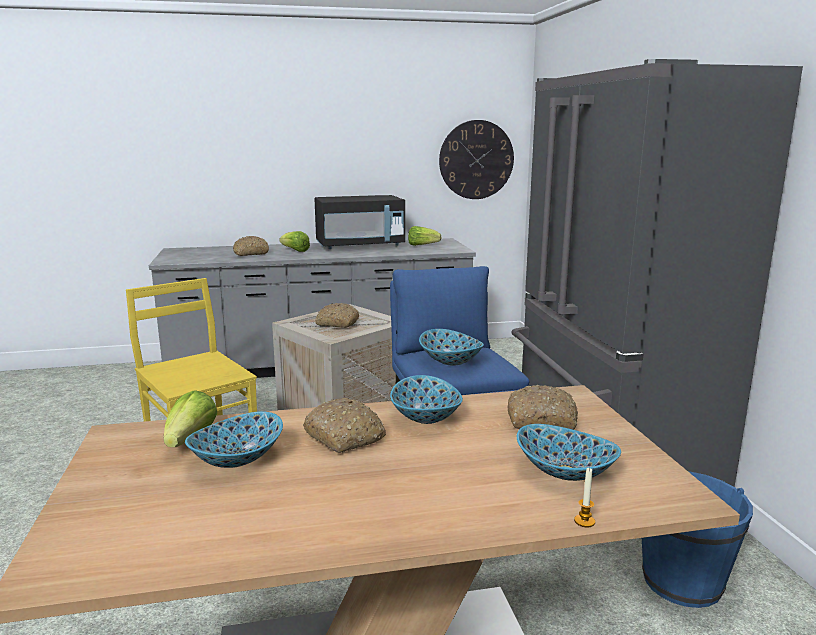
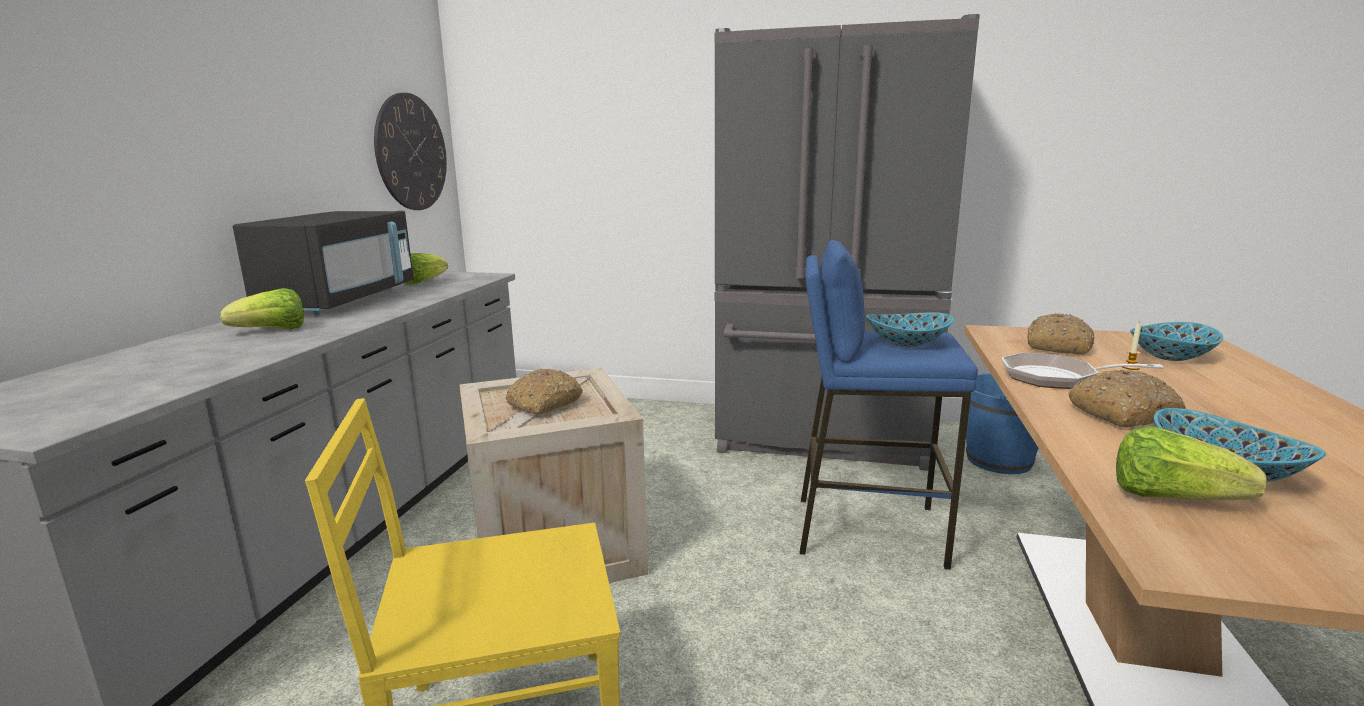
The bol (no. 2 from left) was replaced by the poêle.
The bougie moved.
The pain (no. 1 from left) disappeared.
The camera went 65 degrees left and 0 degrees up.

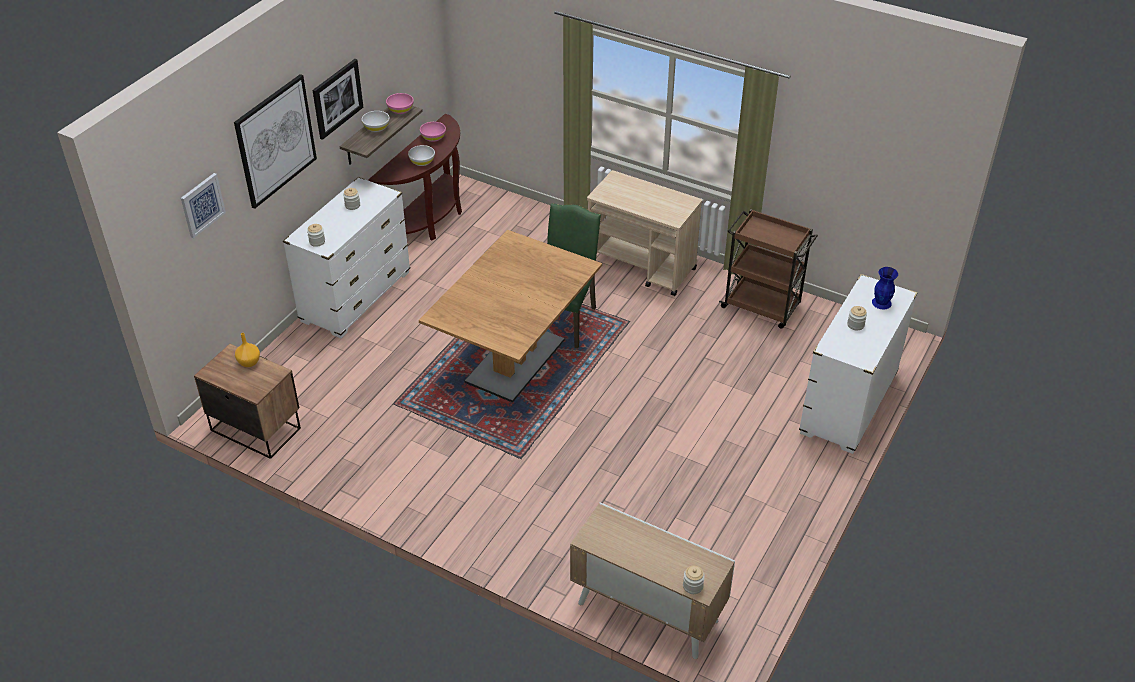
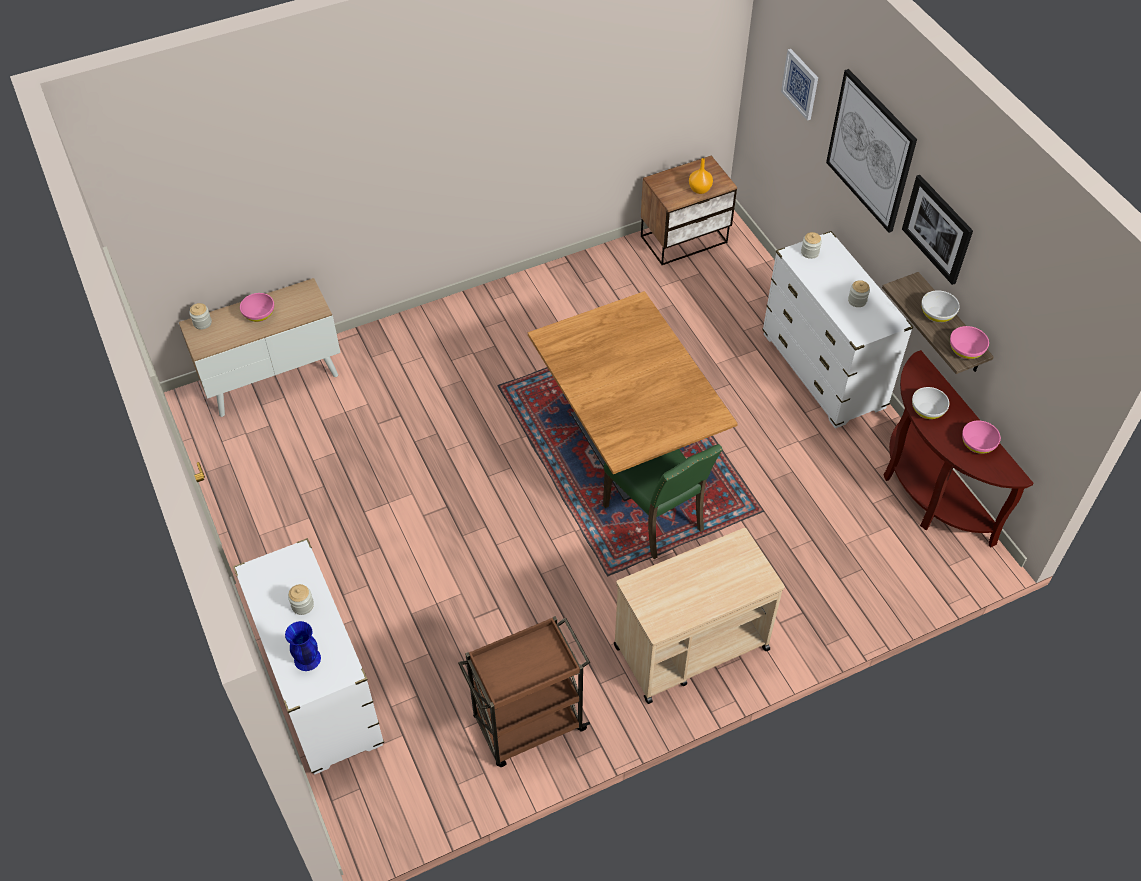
The bol/rose (no. 1 from left) appeared.
The camera went 125 degrees right and 10 degrees up.

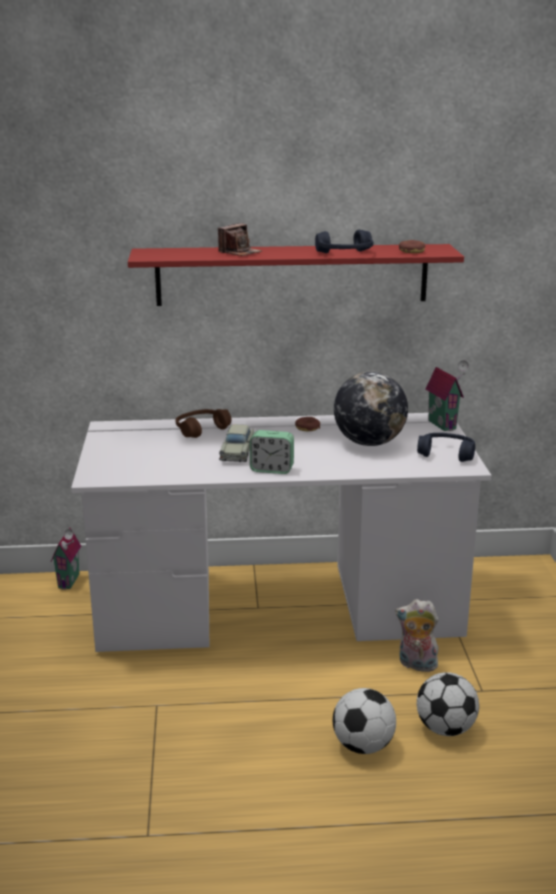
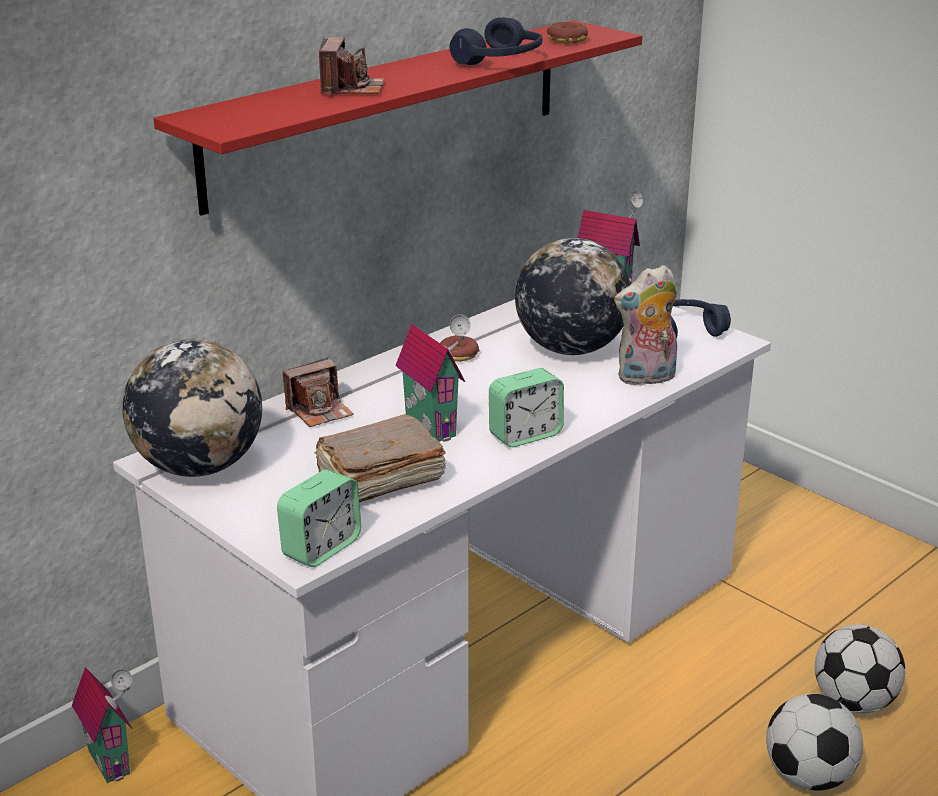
The globe (no. 1 from left) appeared.
The réveil (no. 1 from left) appeared.
The casque audio/marron was replaced by the appareil photo (no. 1 from left).
The livre/marron appeared.
The petite voiture/beige was replaced by the maison miniature (no. 2 from left).
The peluche moved.
The camera went 40 degrees left and 5 degrees up.

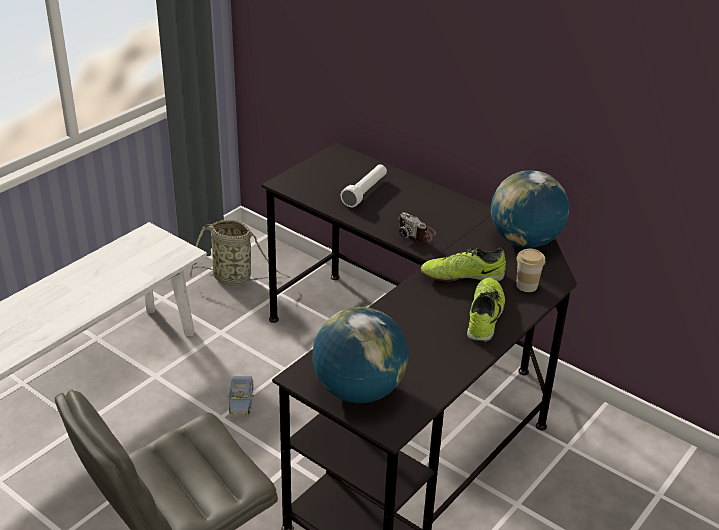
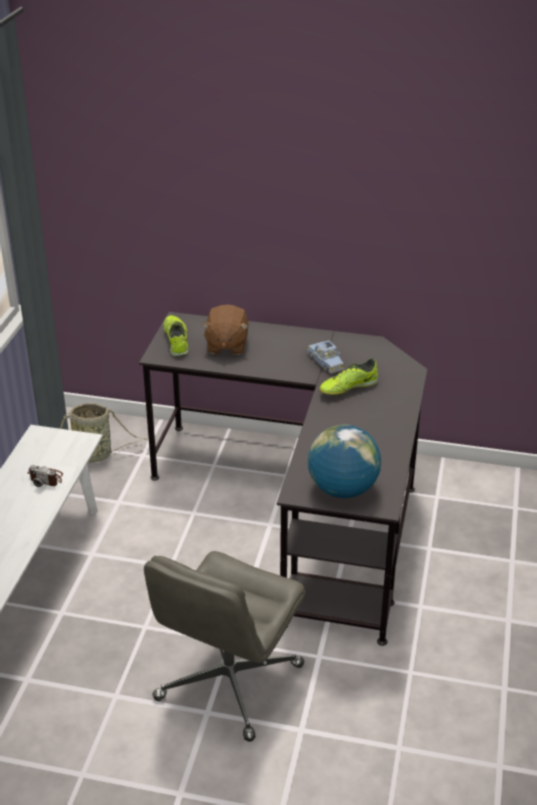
The appareil photo moved.
The chaussure (no. 2 from left in the first image) moved.
The lampe de poche/blanc was replaced by the peluche/marron.
The petite voiture/bleu moved.
The globe (no. 2 from left) disappeared.
The tasse disappeared.
The camera went 25 degrees left and 0 degrees up.

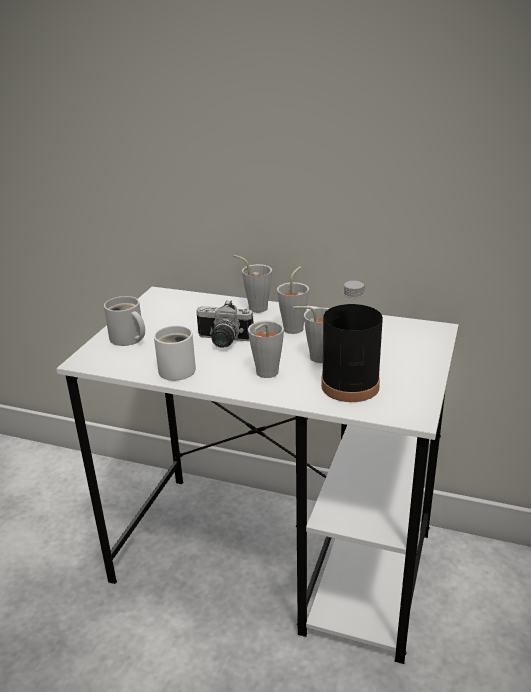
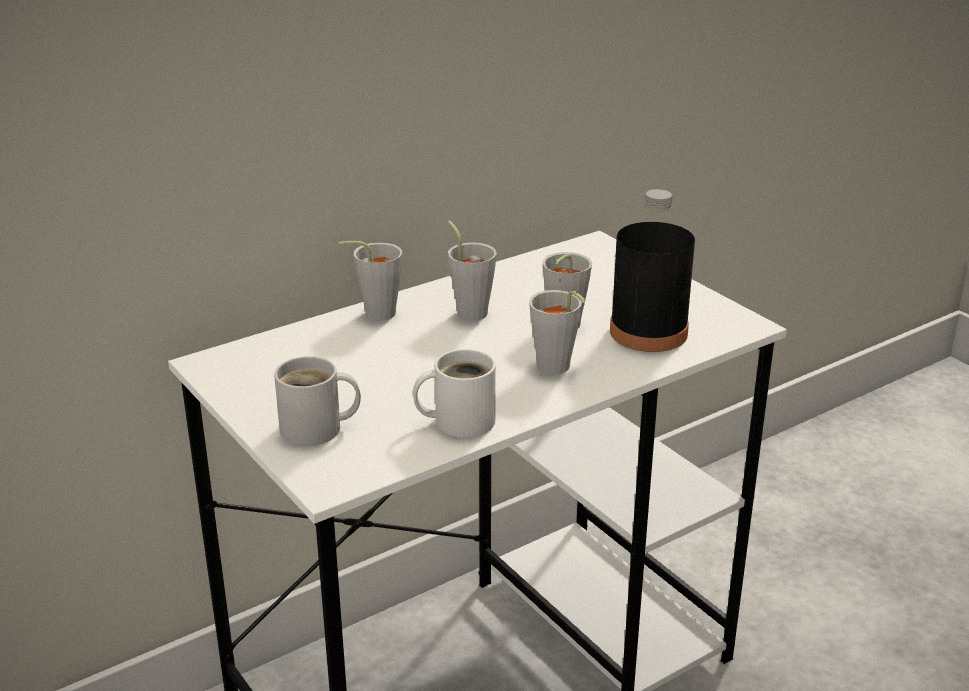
The appareil photo disappeared.
The camera went 55 degrees left and 0 degrees up.

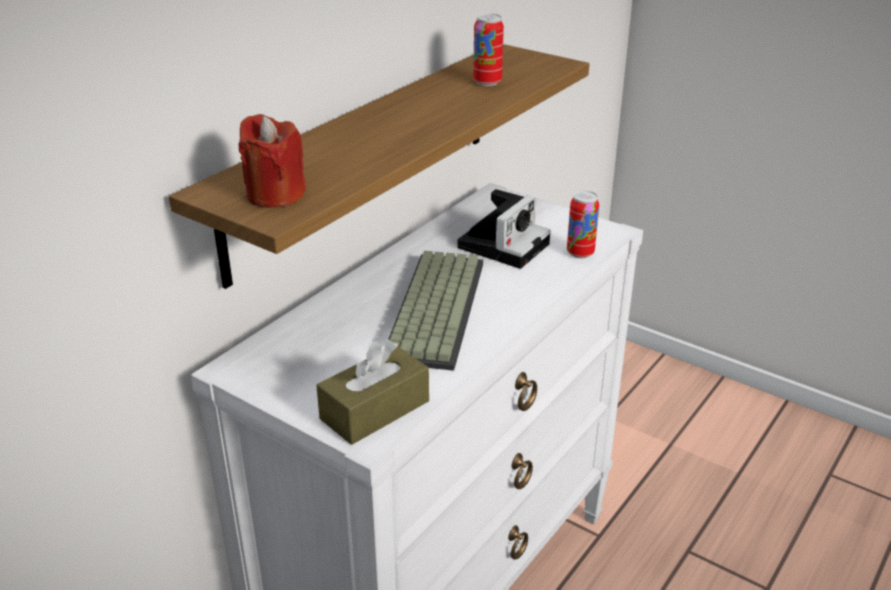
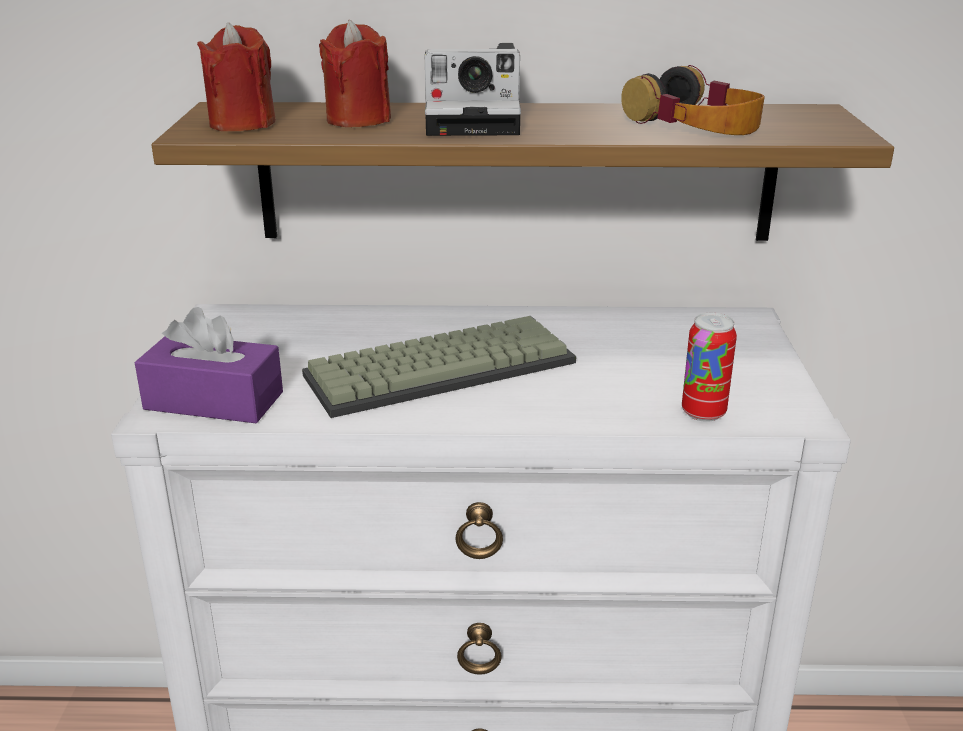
The boîte à mouchoirs/marron became the boîte à mouchoirs/violet.
The bougie/rouge (no. 2 from left) appeared.
The appareil photo moved.
The boîte métallique (no. 1 from left) was replaced by the casque audio.
The camera went 55 degrees right and 5 degrees down.

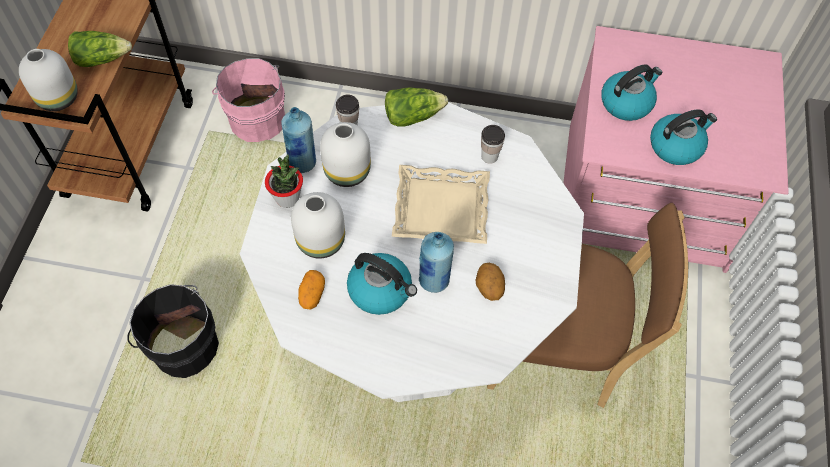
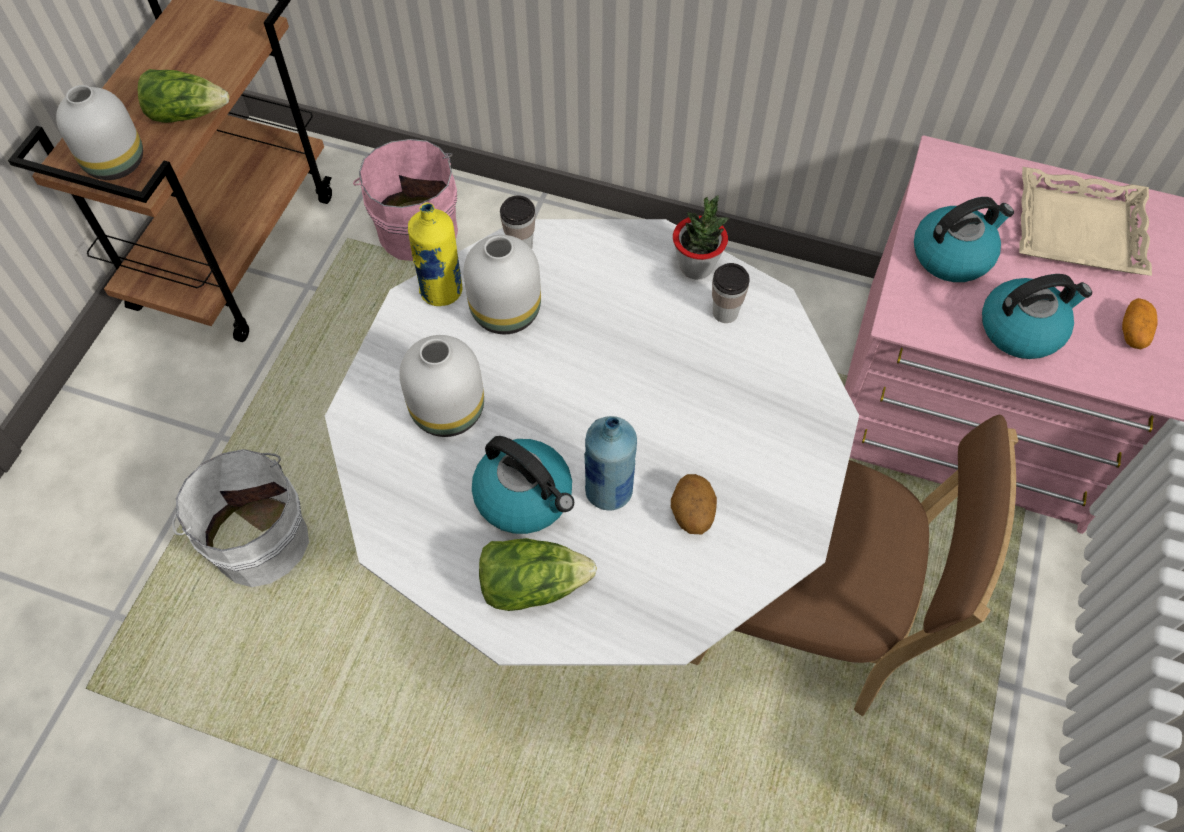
The seau/noir became the seau/blanc.
The bouteille/bleu (no. 1 from left) became the bouteille/jaune.
The laitue (no. 2 from left) moved.
The plante en pot moved.
The plateau/beige moved.
The pomme de terre (no. 1 from left in the first image) moved.
The camera went 10 degrees right and 0 degrees up.

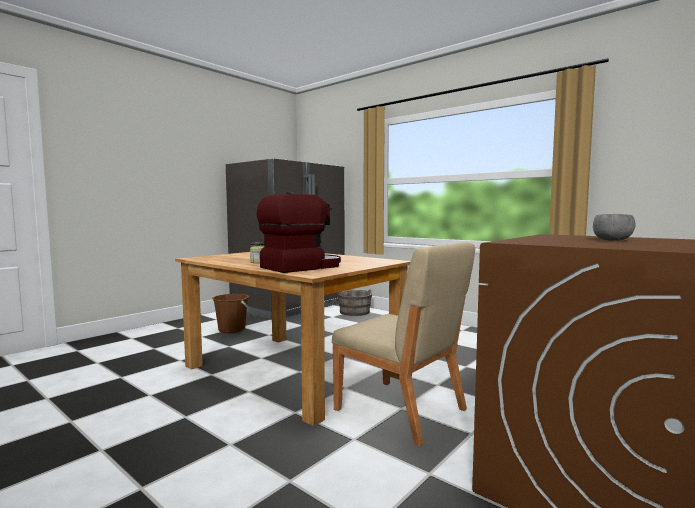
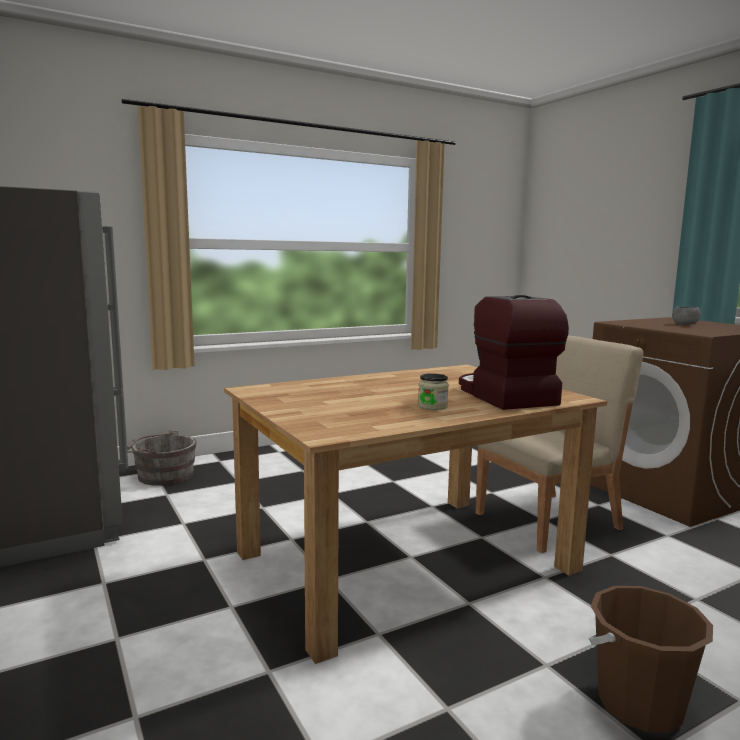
The seau/marron moved.
The camera went 70 degrees left and 5 degrees up.

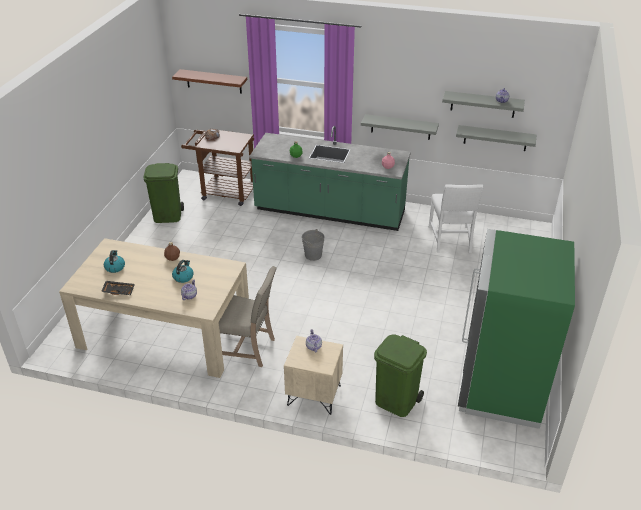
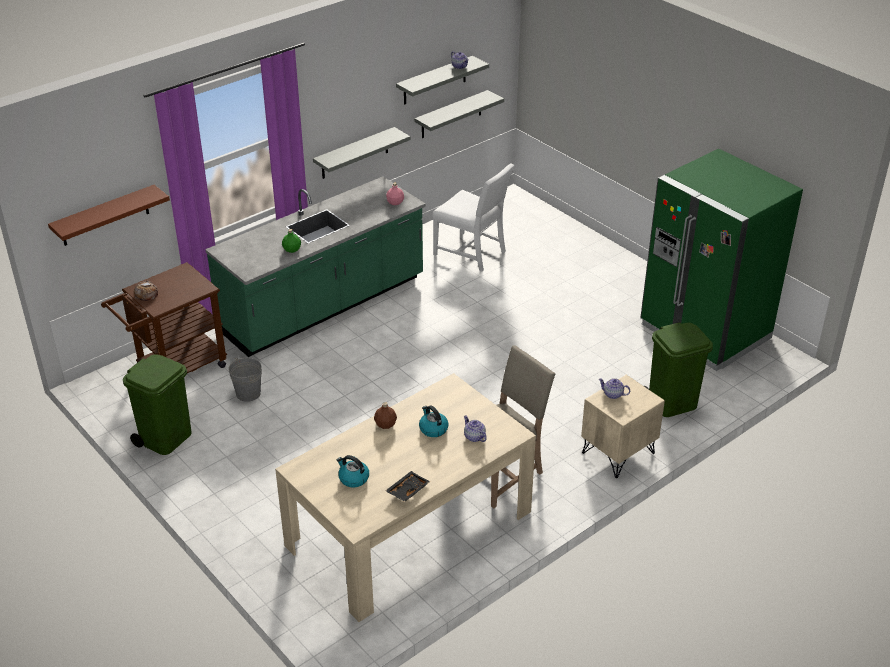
The seau/gris moved.
The camera went 55 degrees left and 0 degrees up.

